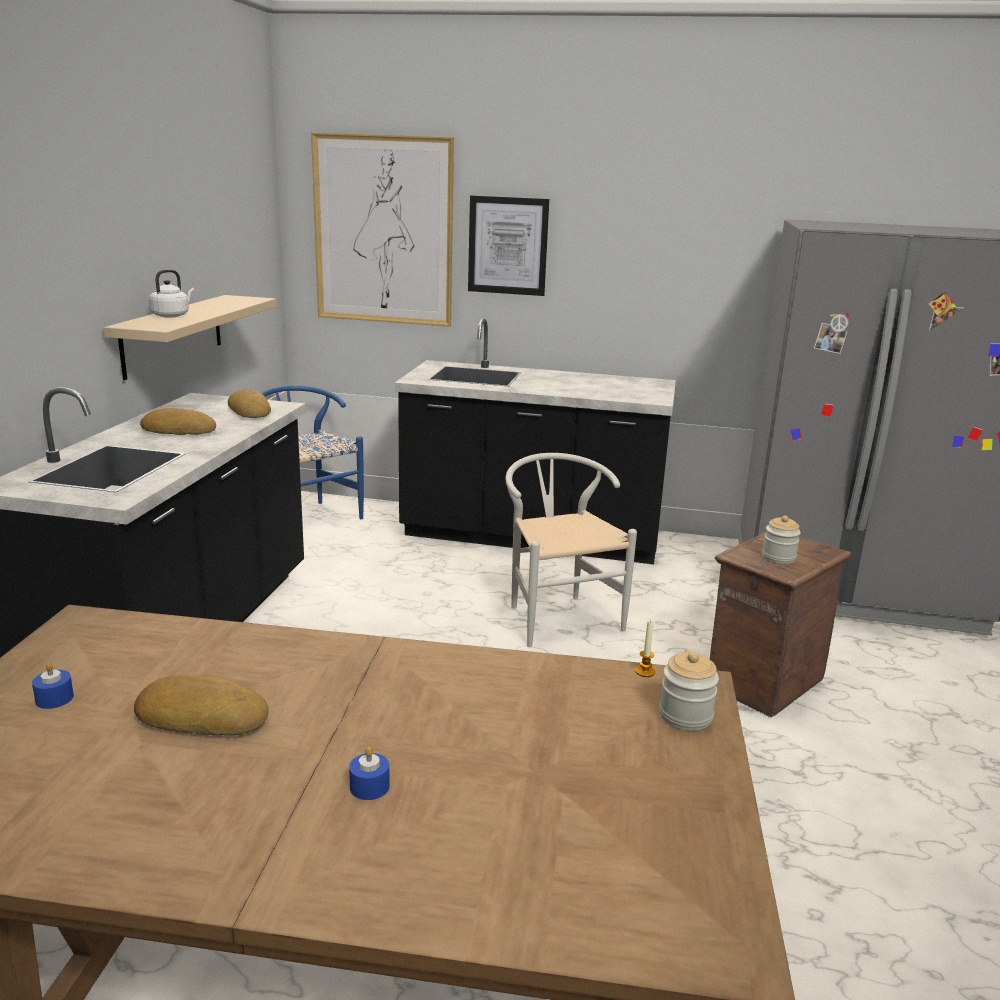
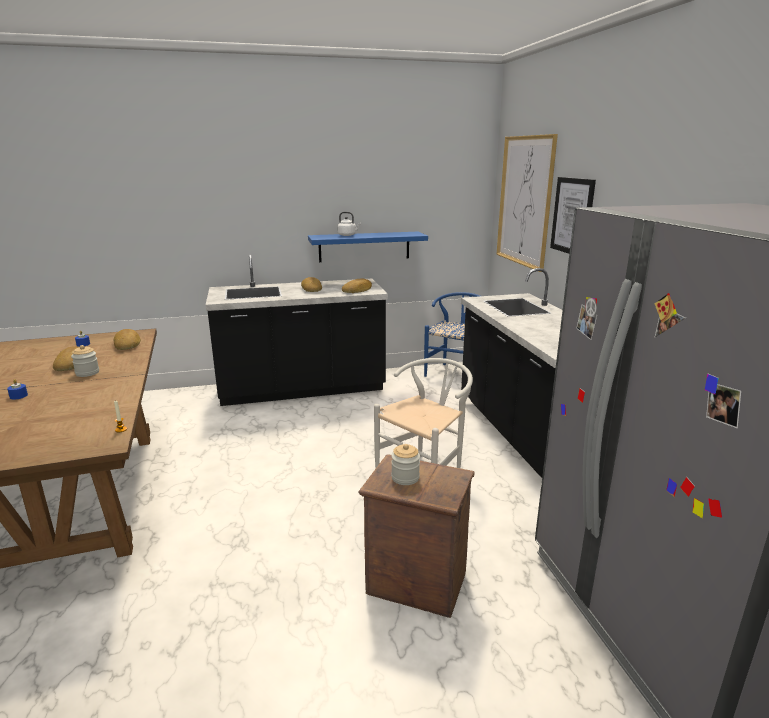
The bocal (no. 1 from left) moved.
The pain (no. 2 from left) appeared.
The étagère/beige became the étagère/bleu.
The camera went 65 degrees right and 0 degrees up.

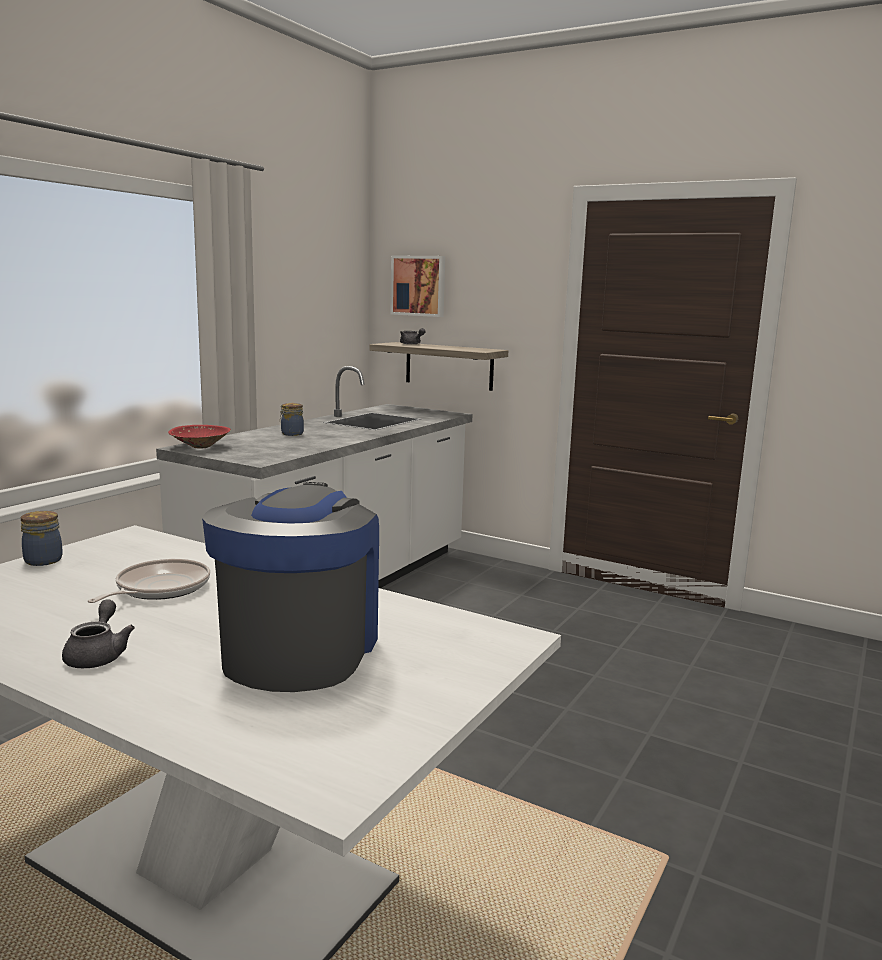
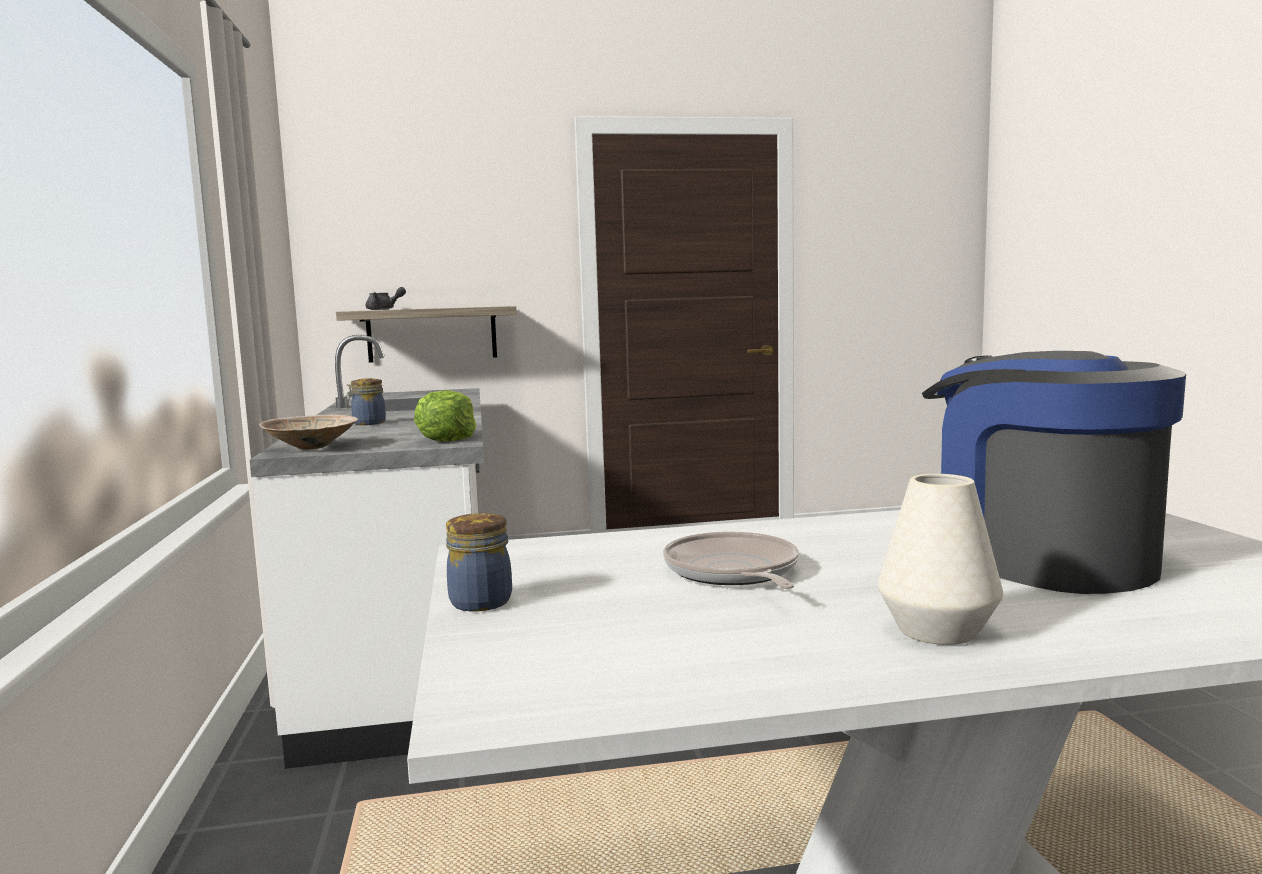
The bol/rouge became the bol/beige.
The laitue appeared.
The théière/gris (no. 1 from left) was replaced by the vase/blanc.
The tableau disappeared.
The camera went 40 degrees left and 5 degrees down.

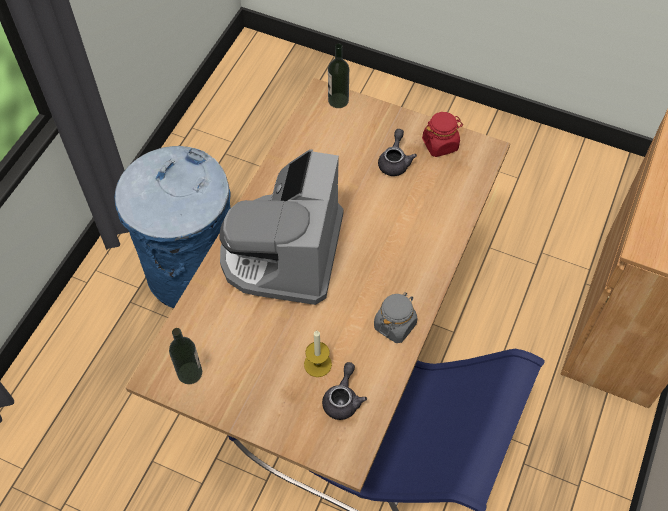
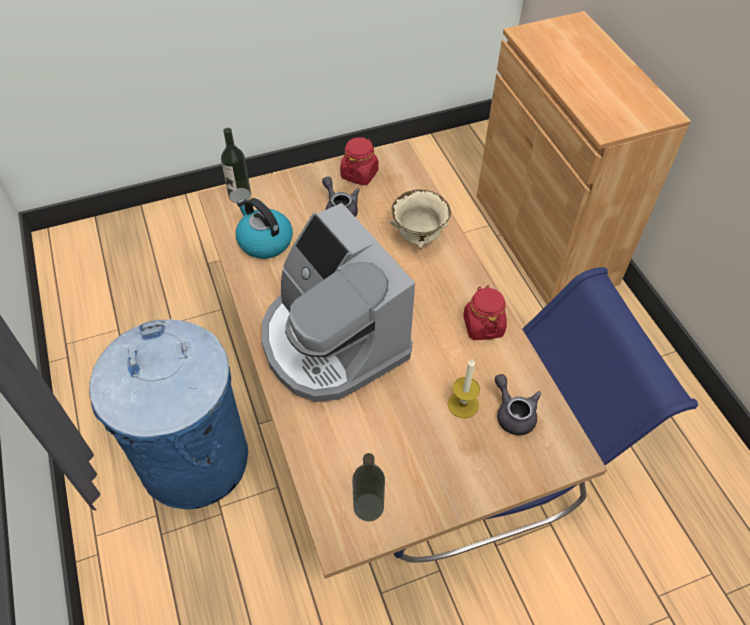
The bouilloire appeared.
The bol/beige appeared.
The bocal/gris became the bocal/rouge (no. 2 from left).
The camera went 45 degrees left and 5 degrees down.

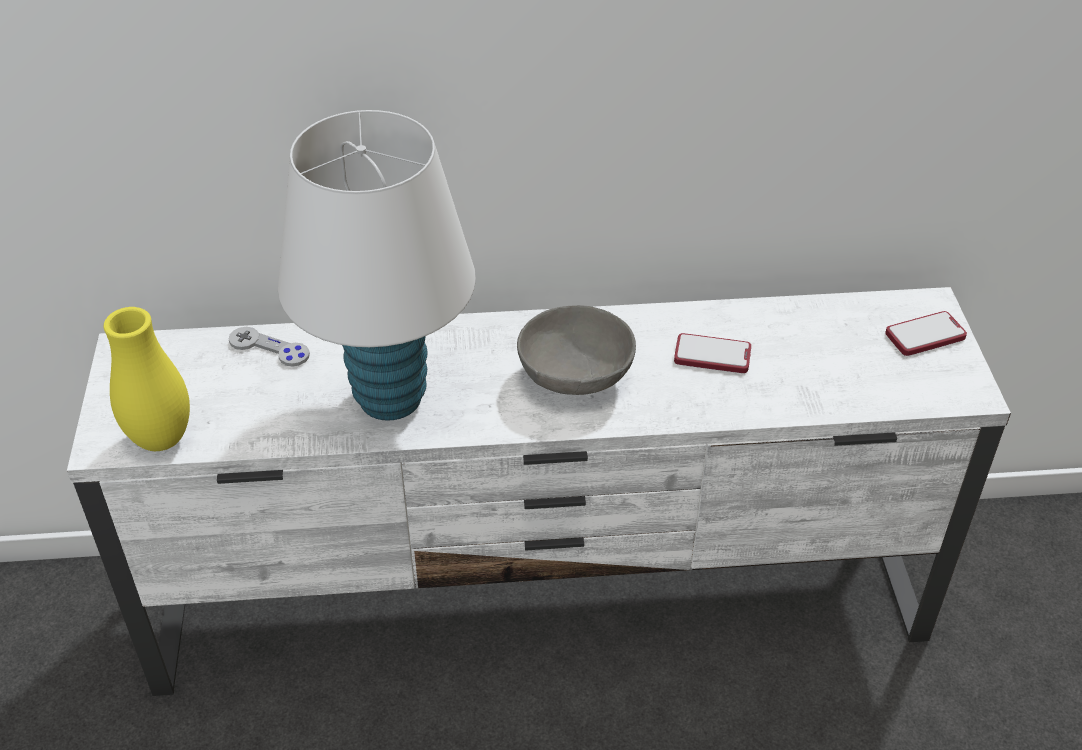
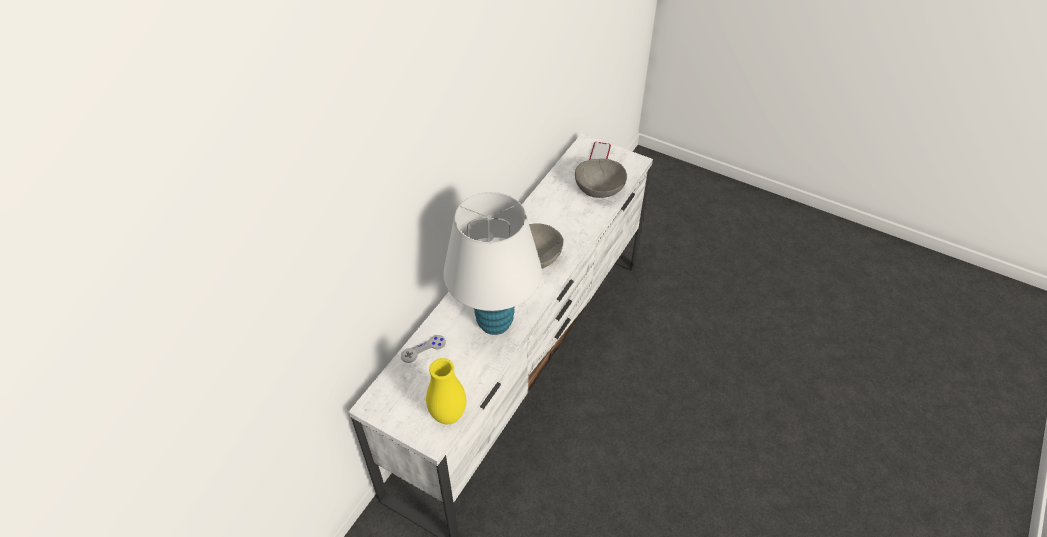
The bol/gris (no. 2 from left) appeared.
The téléphone (no. 1 from left) disappeared.
The camera went 55 degrees left and 5 degrees up.

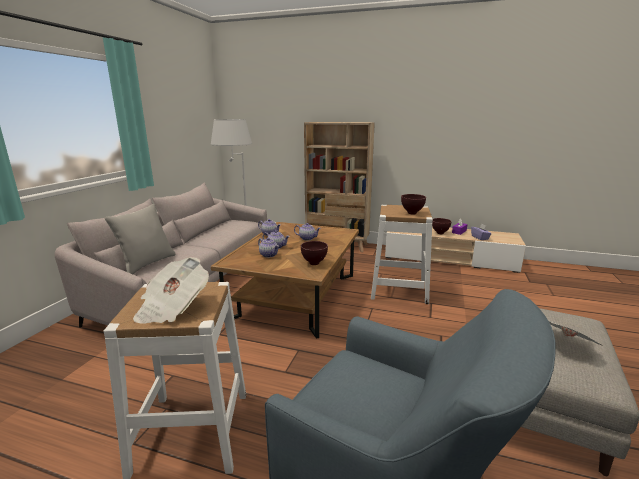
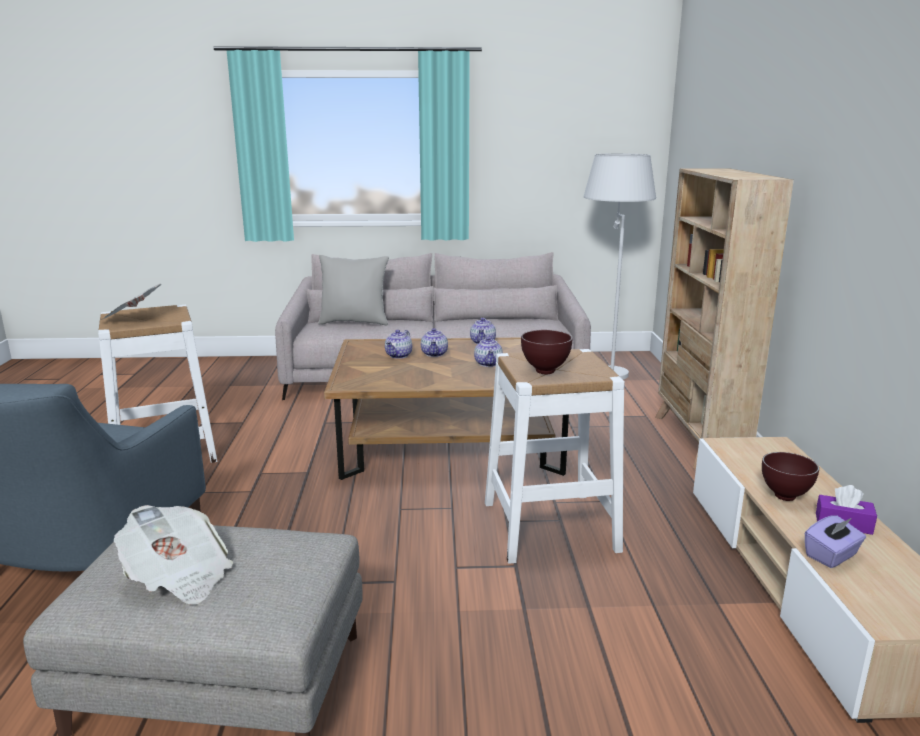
The bol/marron (no. 1 from left) disappeared.
The camera went 70 degrees right and 0 degrees up.

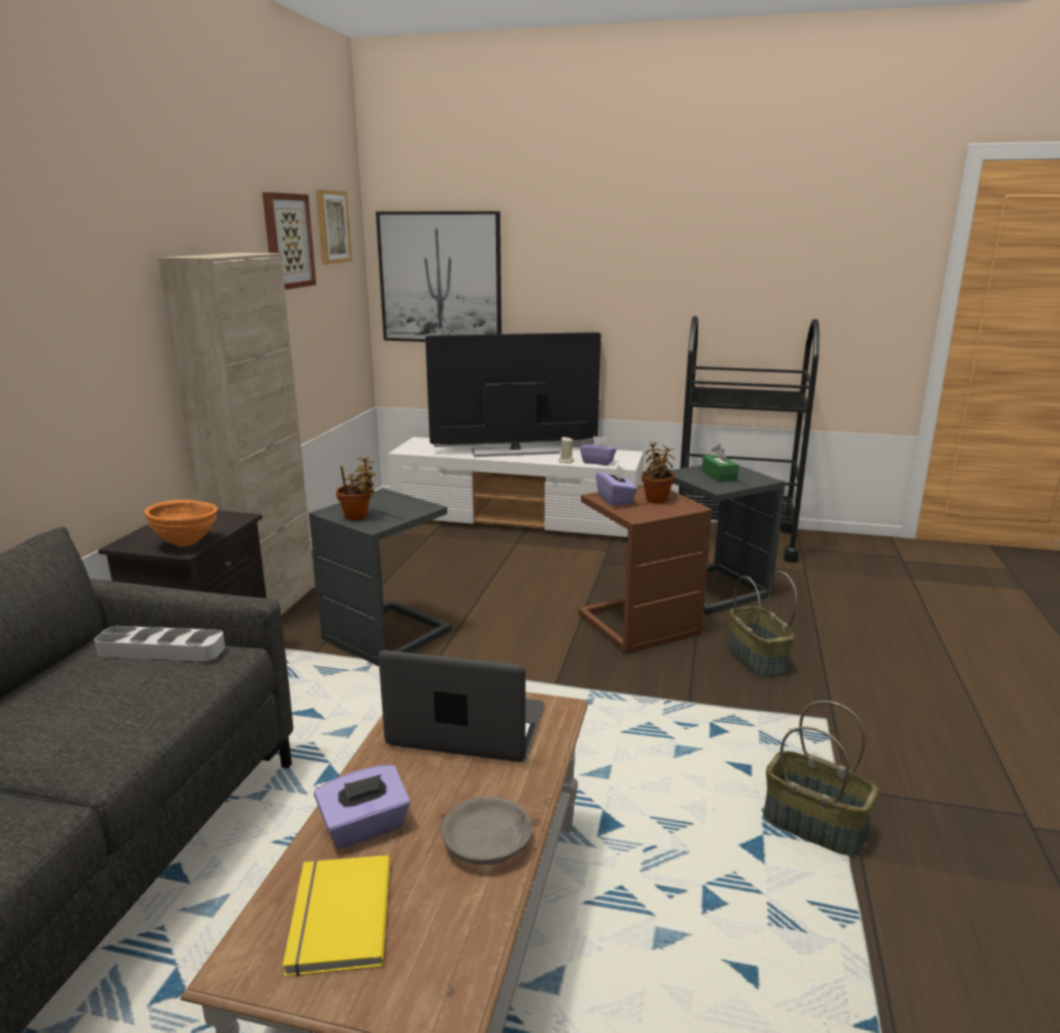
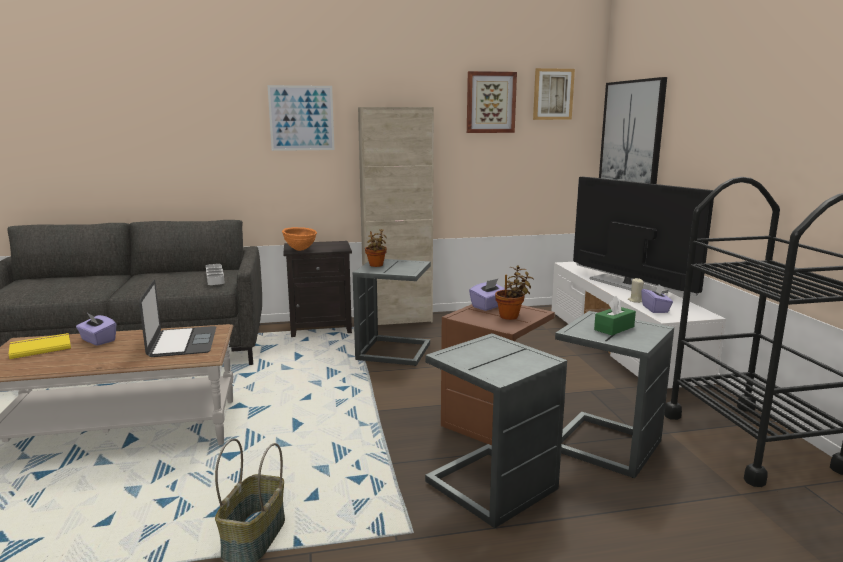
The tableau (no. 1 from left) appeared.
The panier (no. 1 from left) was replaced by the table d'appoint/gris (no. 2 from left).
The bol/gris disappeared.
The camera went 65 degrees right and 5 degrees down.

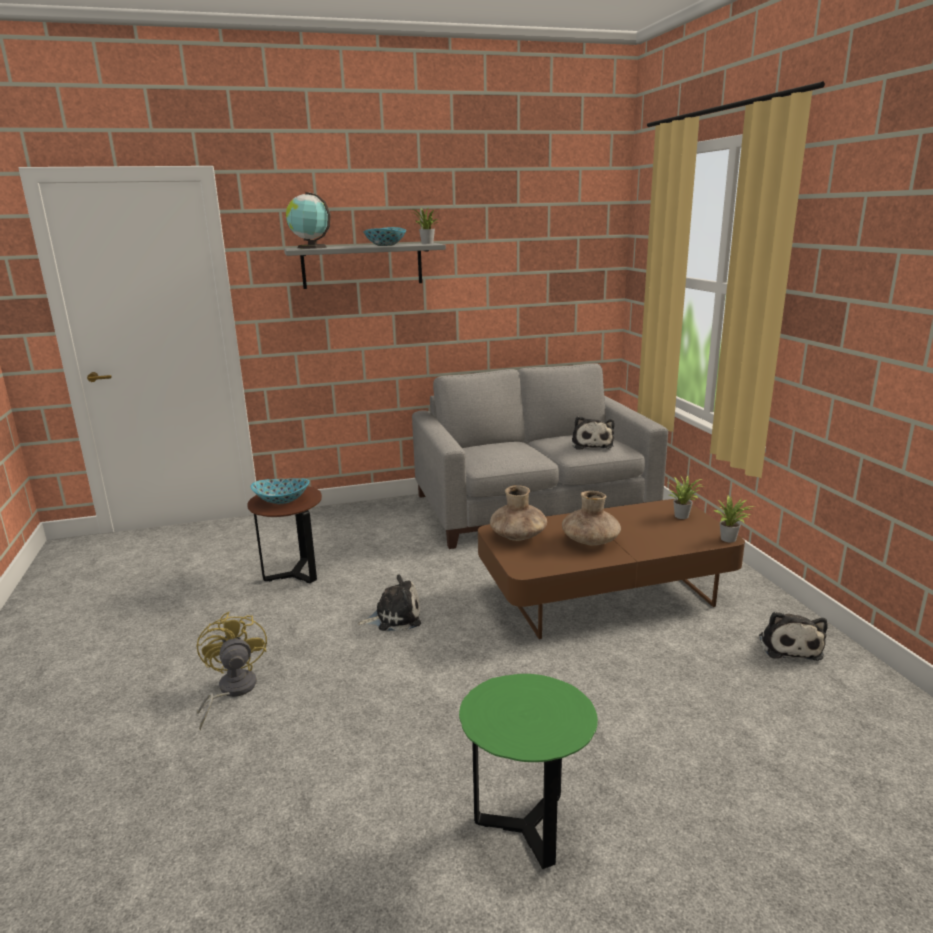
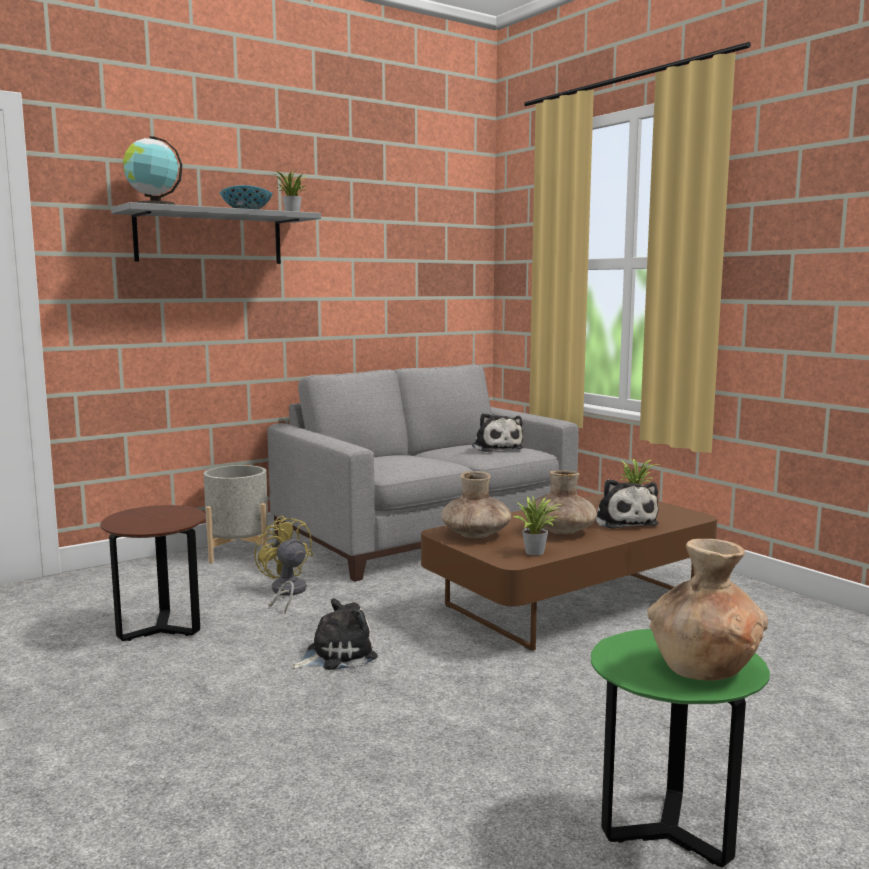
The cache-pot/gris appeared.
The ventilateur/jaune moved.
The plante en pot (no. 3 from left in the first image) moved.
The peluche (no. 3 from left) moved.
The vase/marron (no. 3 from left) appeared.
The bol (no. 1 from left) disappeared.
The camera went 20 degrees left and 10 degrees down.

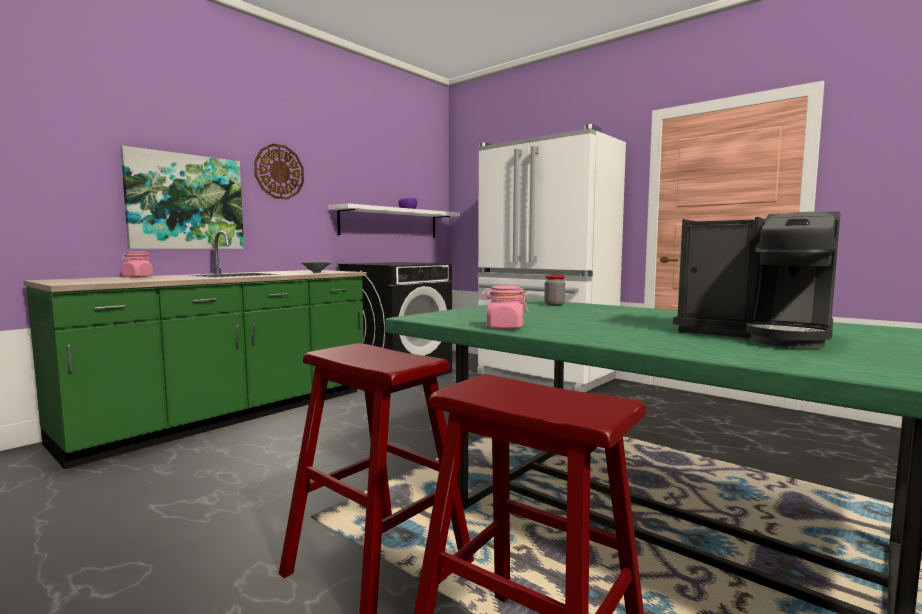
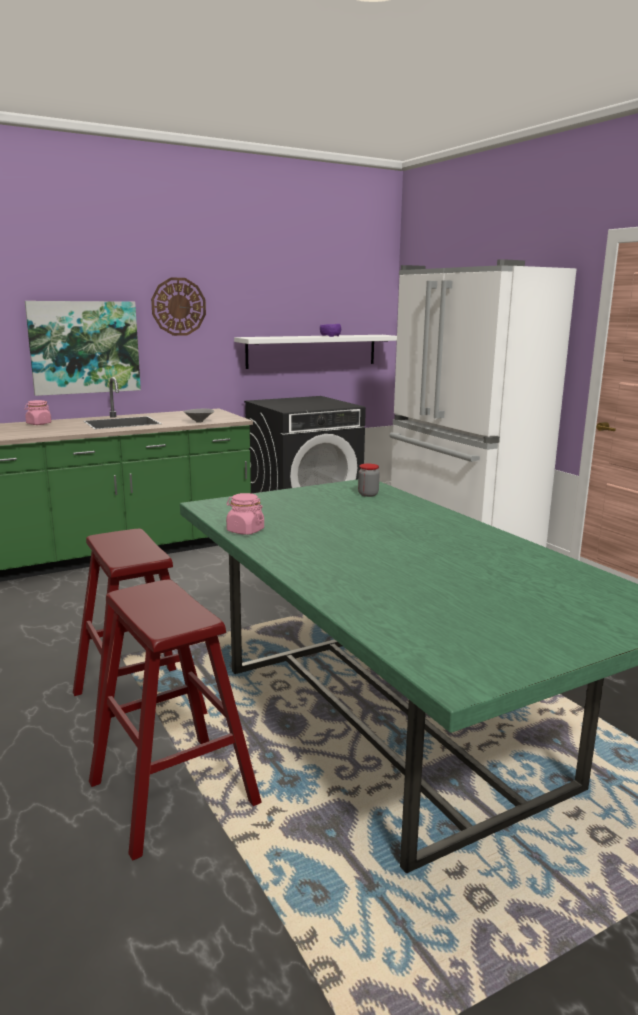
The machine à café disappeared.
The camera went 20 degrees right and 10 degrees up.

